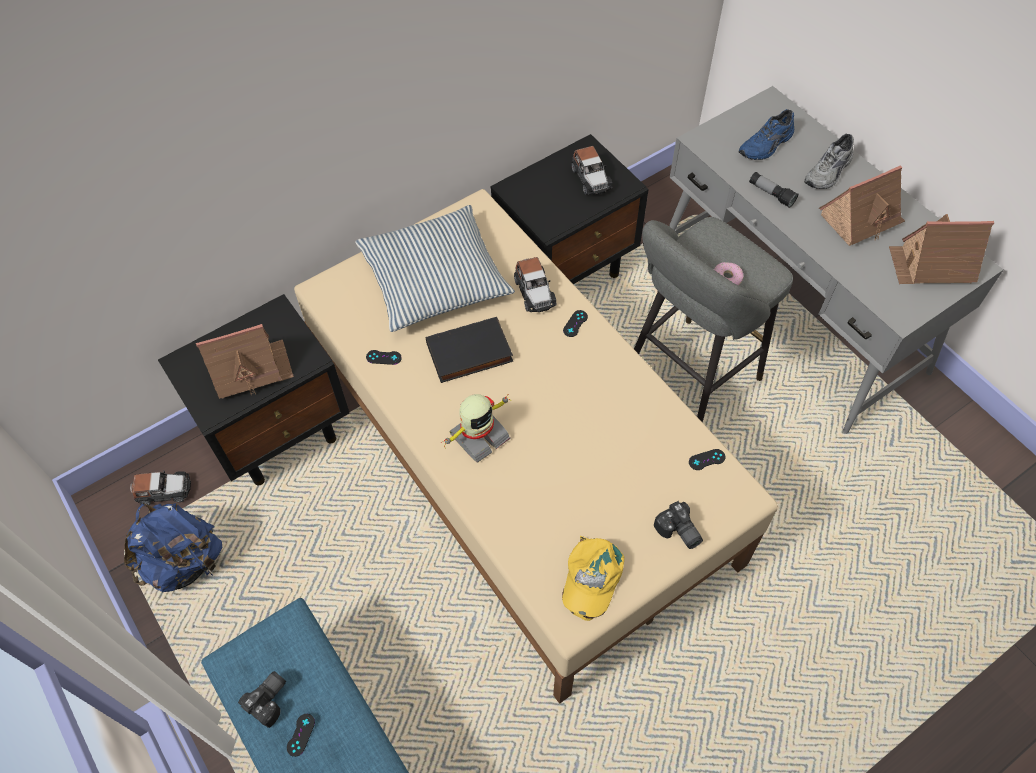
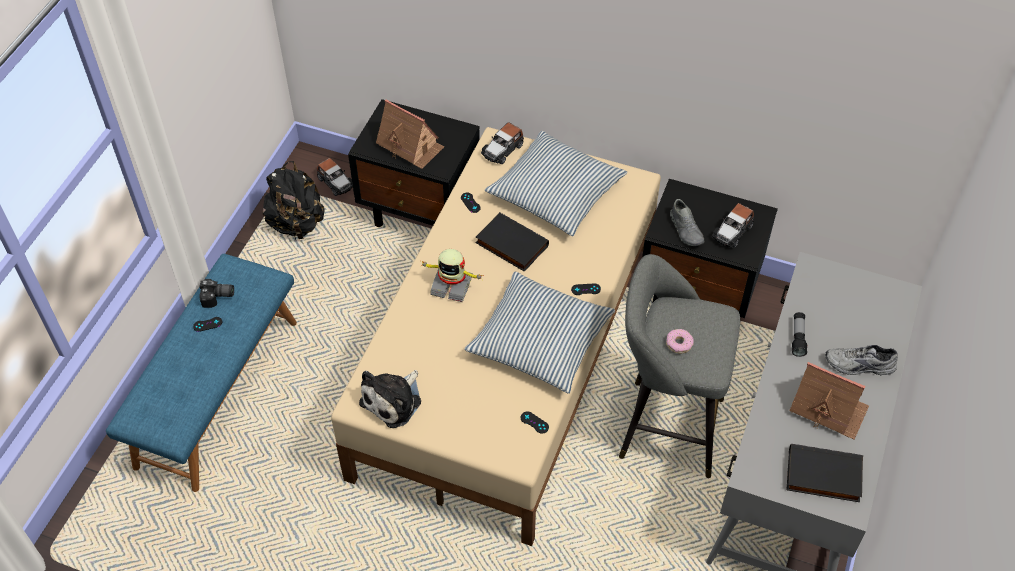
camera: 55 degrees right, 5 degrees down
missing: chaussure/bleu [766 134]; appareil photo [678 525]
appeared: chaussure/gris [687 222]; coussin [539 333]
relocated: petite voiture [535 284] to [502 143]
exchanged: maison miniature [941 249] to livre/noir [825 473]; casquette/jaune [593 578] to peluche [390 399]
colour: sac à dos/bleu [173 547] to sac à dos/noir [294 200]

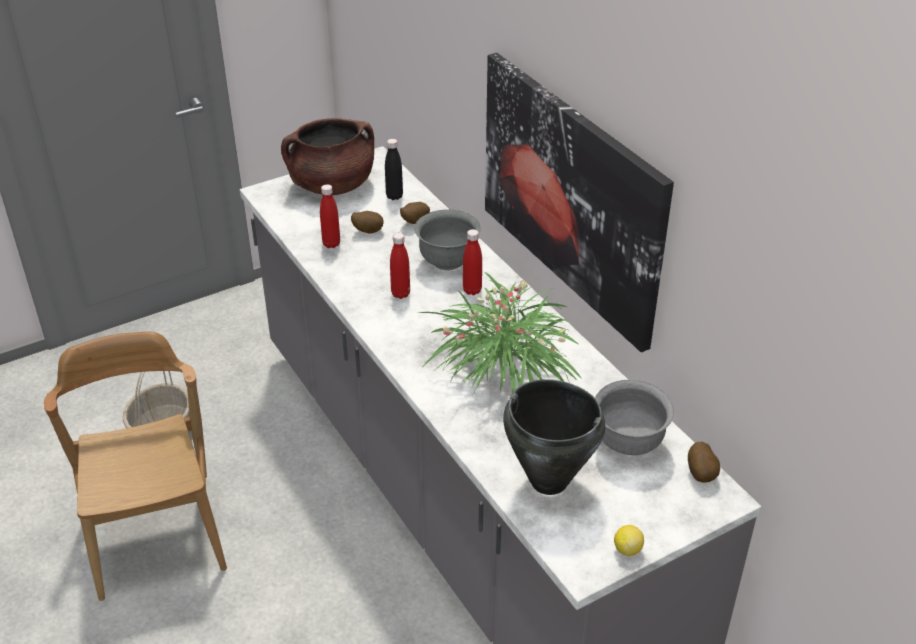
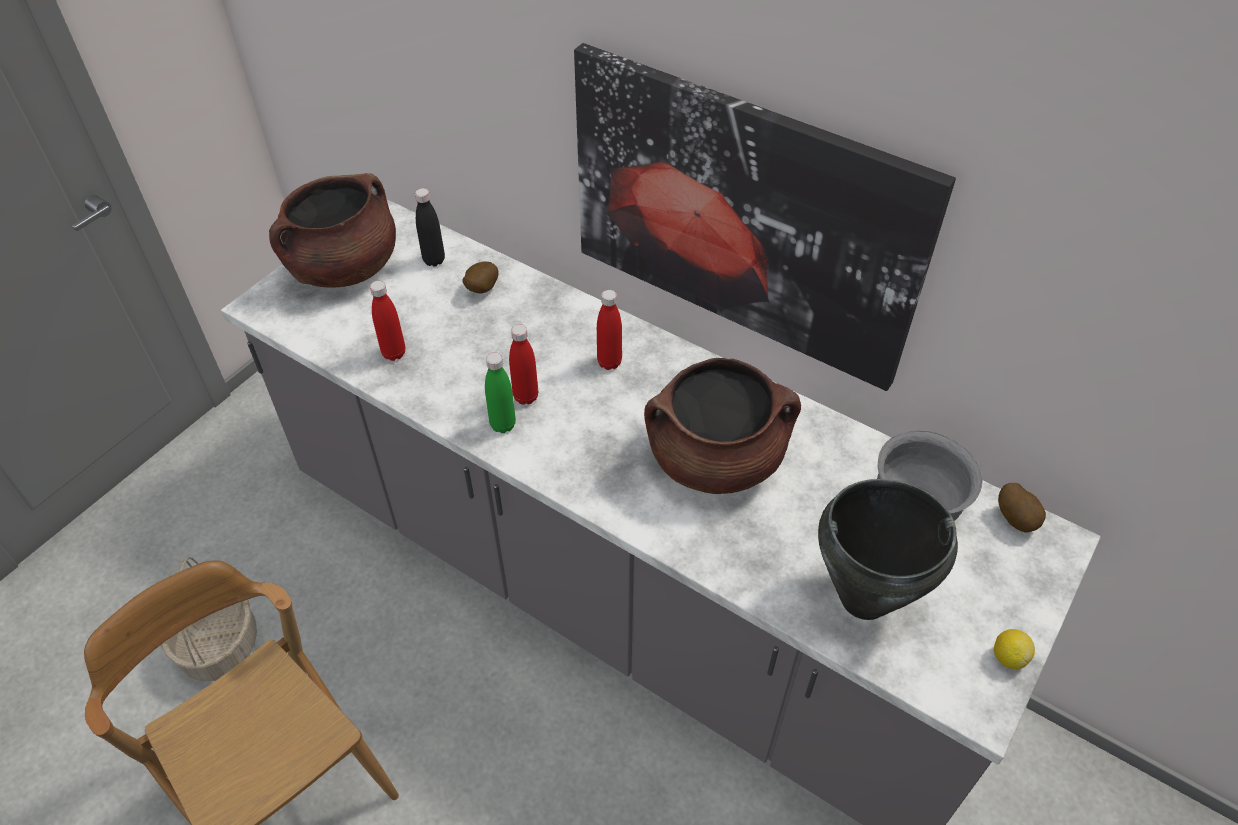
camera: 25 degrees left, 10 degrees up
missing: bol/gris [447 240]; pomme de terre [367 222]
appeared: bouteille/vert [500 392]
exchanged: plante en pot [500 332] to marmite/marron [722 426]

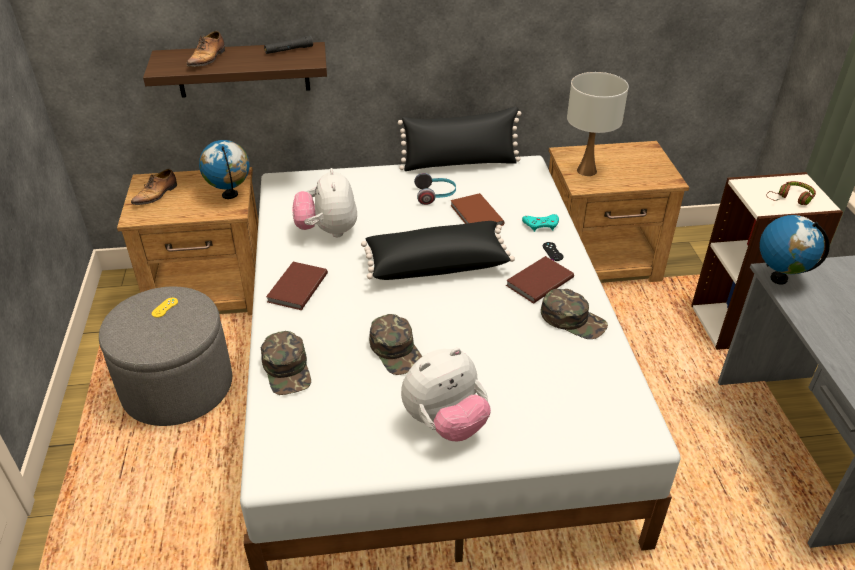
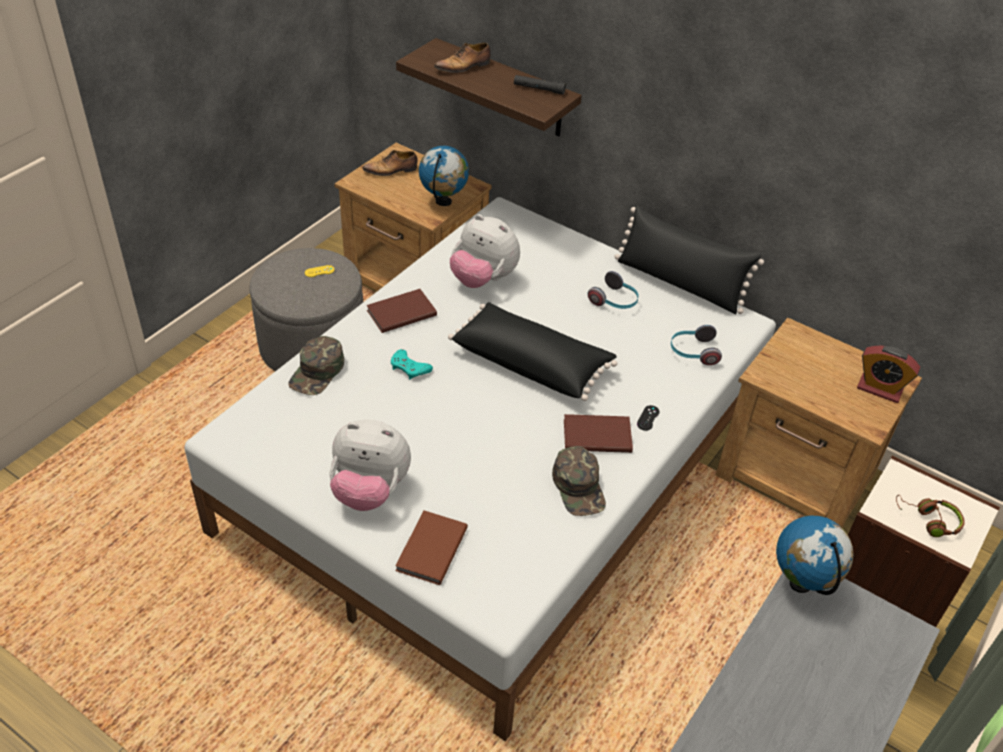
camera: 40 degrees right, 5 degrees up
missing: lampe de table/blanc [598 124]; casquette/vert [395 344]
appeared: casque audio [696 345]; réveil [888 374]
relocated: livre/marron [477 209] to [431 547]; manette/turquoise [540 223] to [412 364]
spun: peluche [324 202] = [485 251] 90 degrees counterclockwise

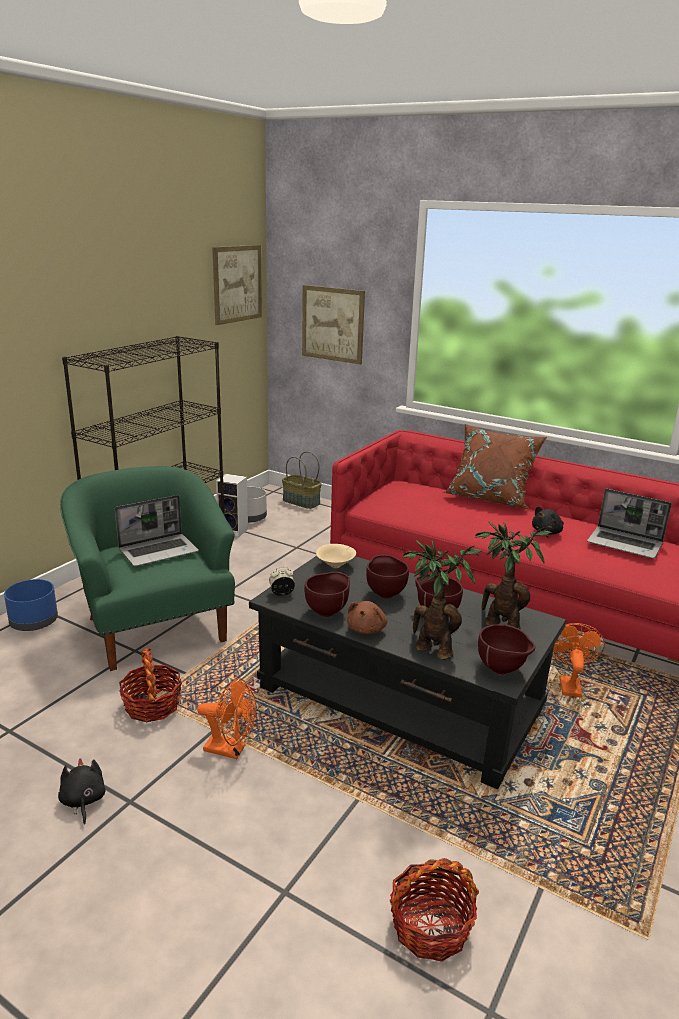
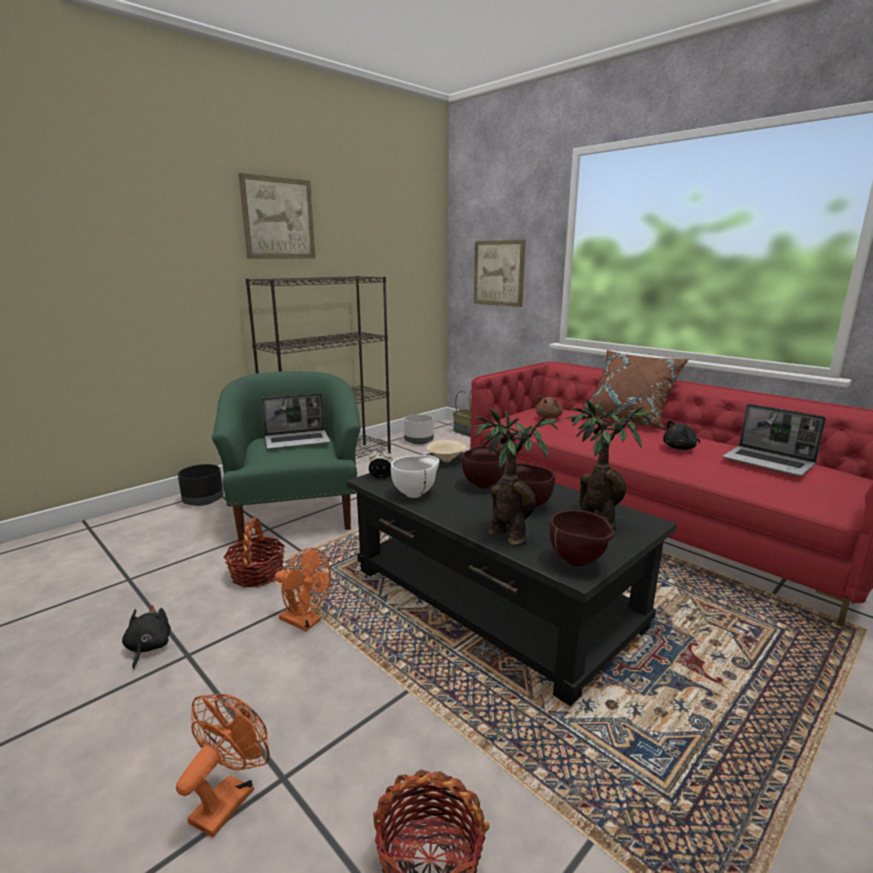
camera: 15 degrees right, 5 degrees down
missing: enceinte [232 505]
relocated: tableau [237 285] to [276 215]; peluche/marron [367 617] to [549 407]; ventilateur/orange [578 660] to [223 765]
colour: bol/marron [327 594] to bol/blanc [415 476]; cache-pot/bleu [31 605] to cache-pot/noir [201 485]

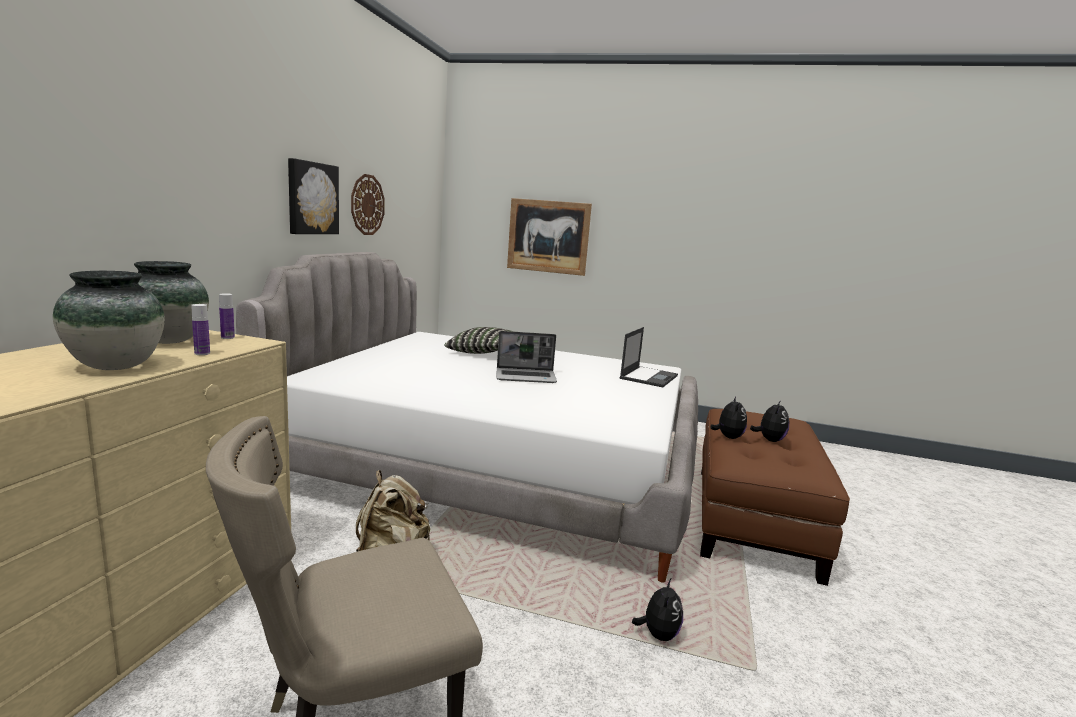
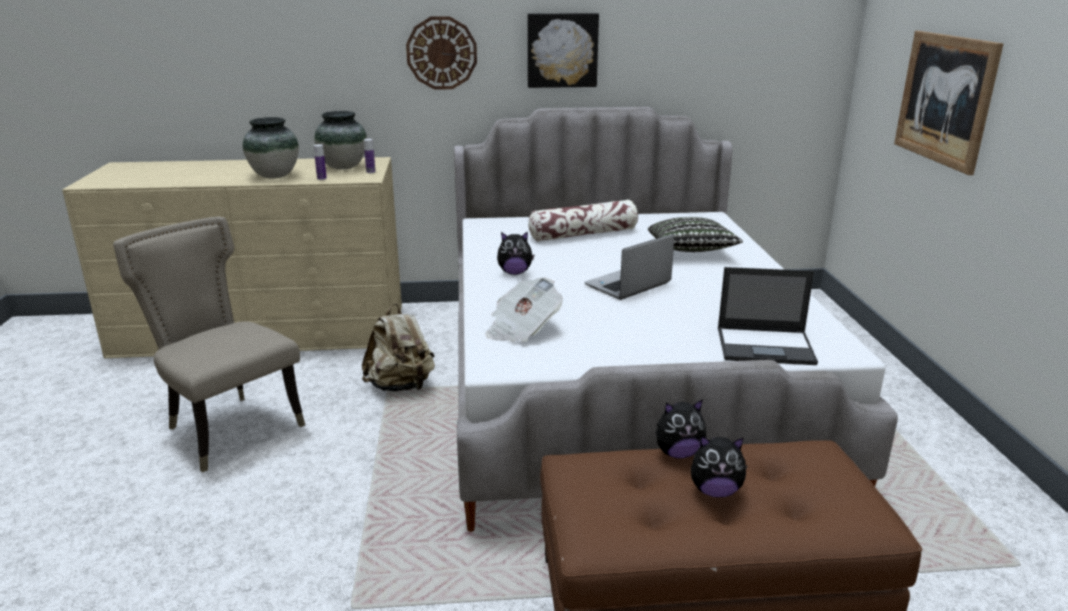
camera: 70 degrees right, 10 degrees up
appeared: coussin [583 220]; journal [524 310]
relocated: horloge murale [368 204] to [441 53]; peluche [657 610] to [516 253]
spun: ordinateur portable [527 357] = [629 267] 75 degrees clockwise

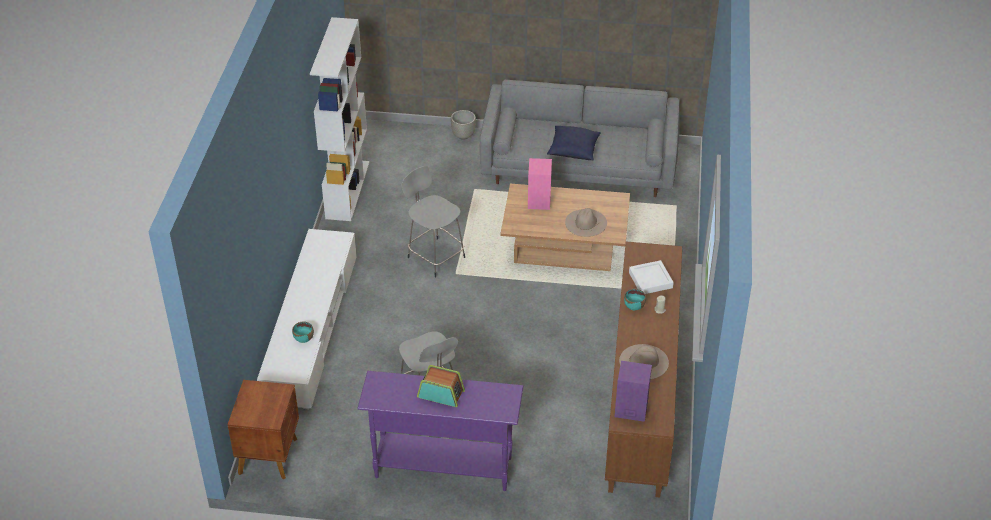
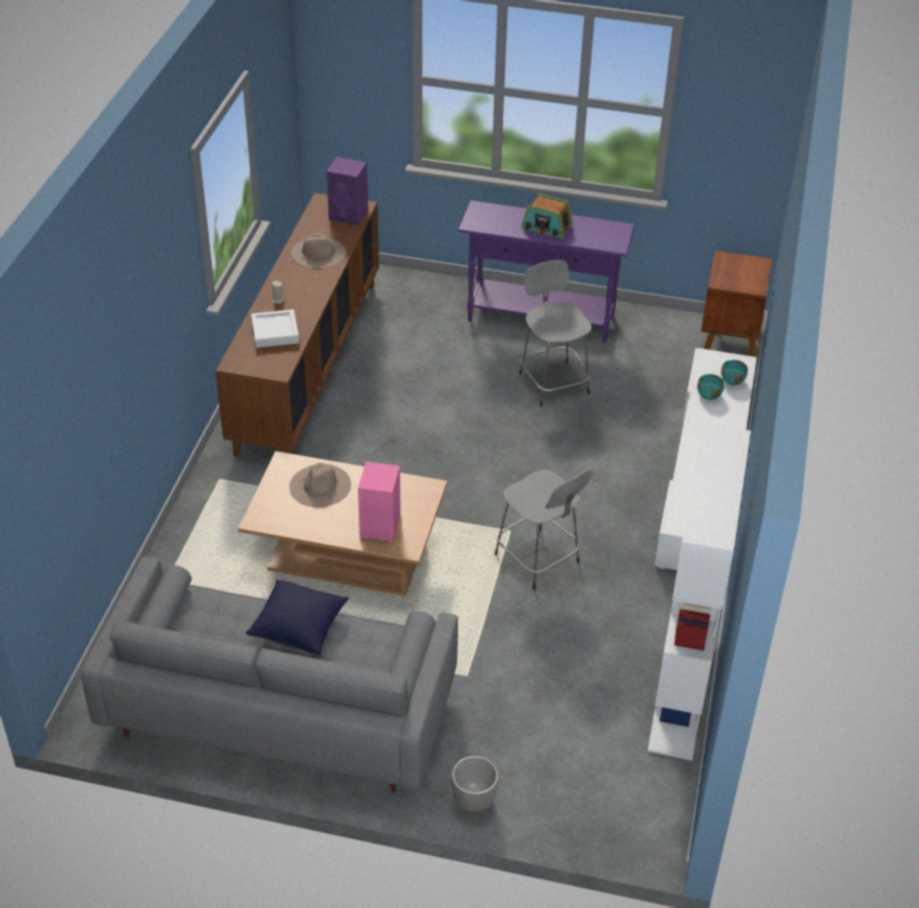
camera: 175 degrees left, 0 degrees up
relocated: bol/turquoise [635 299] to [734 373]

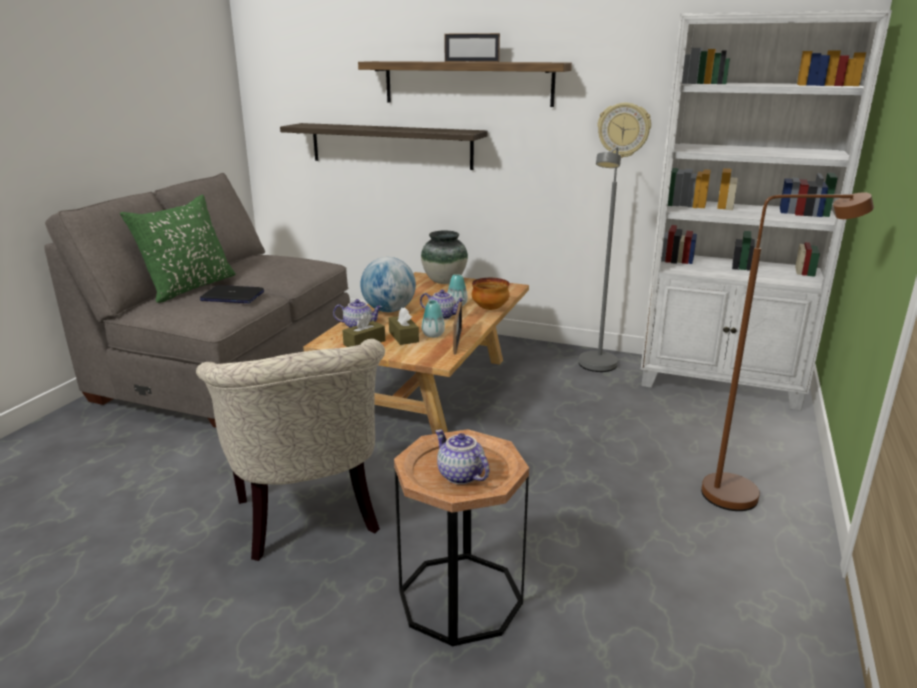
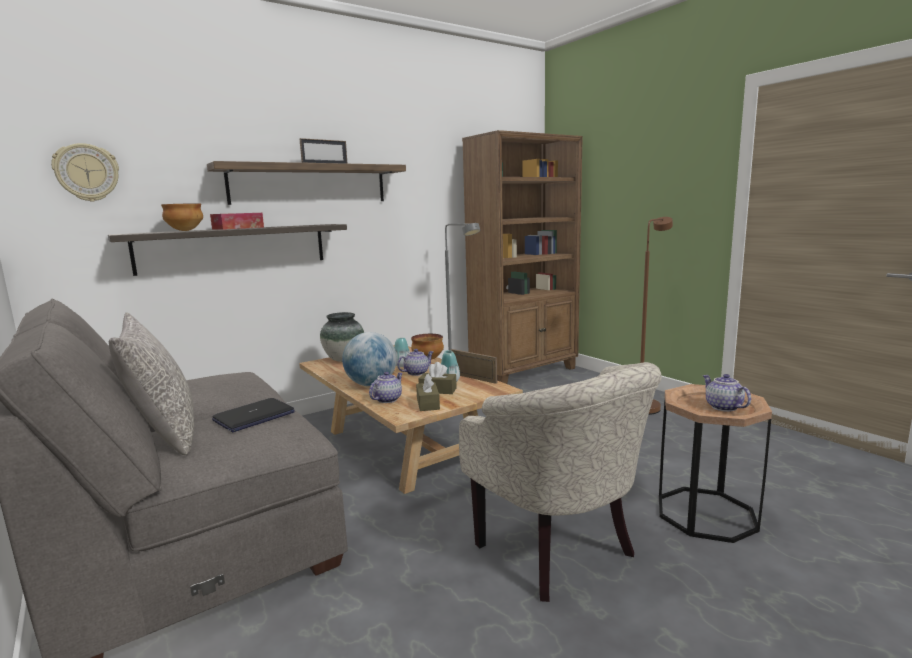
camera: 55 degrees left, 10 degrees down
appeared: bol [182 217]; boîte à mouchoirs [237 221]
relocated: horloge murale [624 130] to [85 172]
colour: bibliothèque/blanc [766 210] to bibliothèque/marron [522 257]; coussin/vert [178 249] to coussin/gris [151 383]
spun: fauteuil/beige [290 450] = [560 482] 45 degrees clockwise; théière [462 456] = [727 393] 75 degrees clockwise

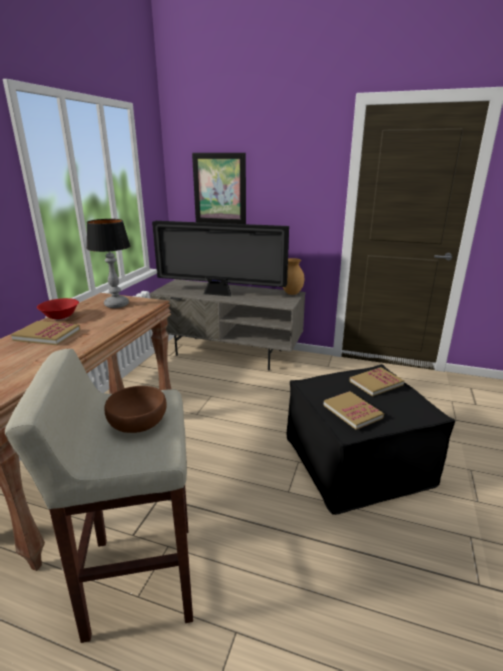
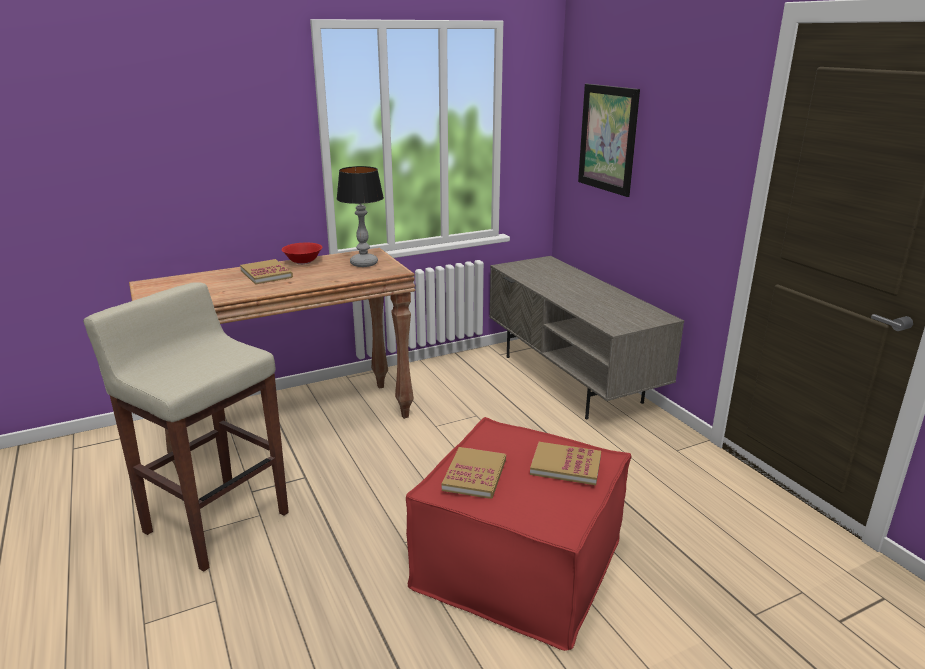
camera: 45 degrees right, 0 degrees up
missing: téléviseur [220 258]; vase/marron [293 276]; bol/marron [136 409]
colour: pouf/noir [371 439] to pouf/rouge [518 534]

